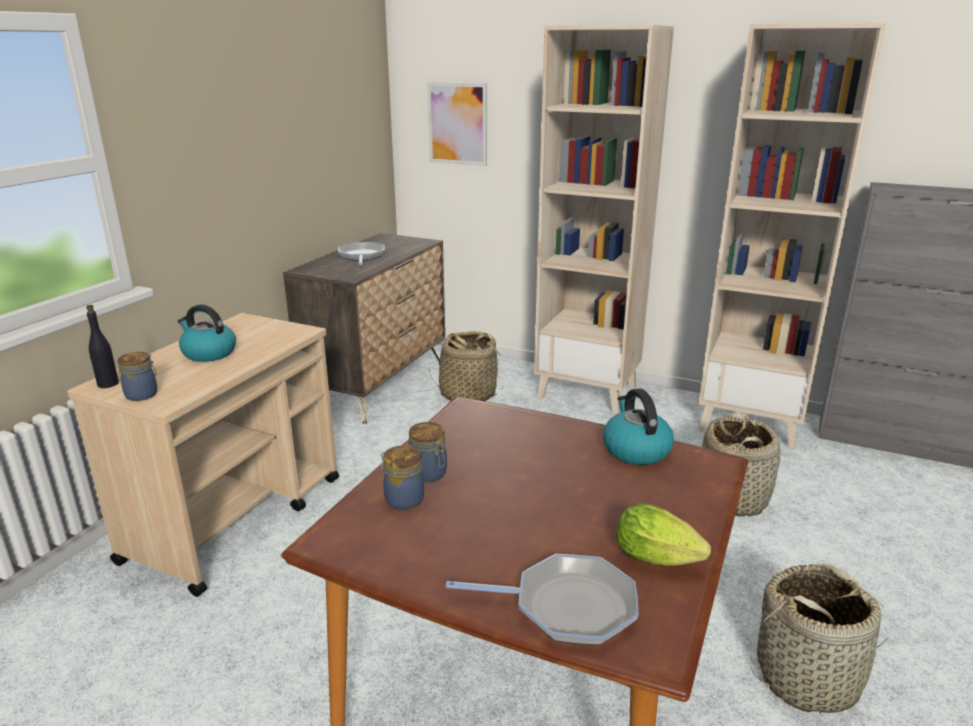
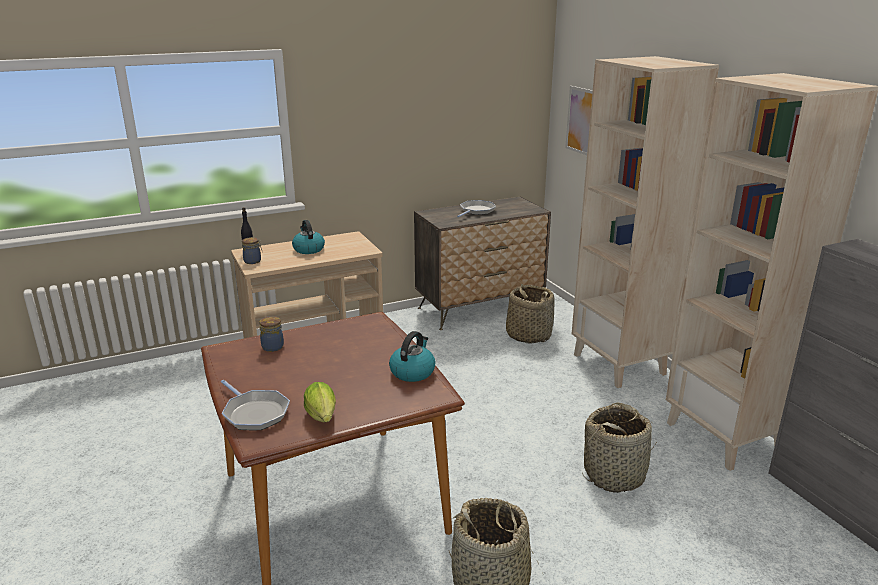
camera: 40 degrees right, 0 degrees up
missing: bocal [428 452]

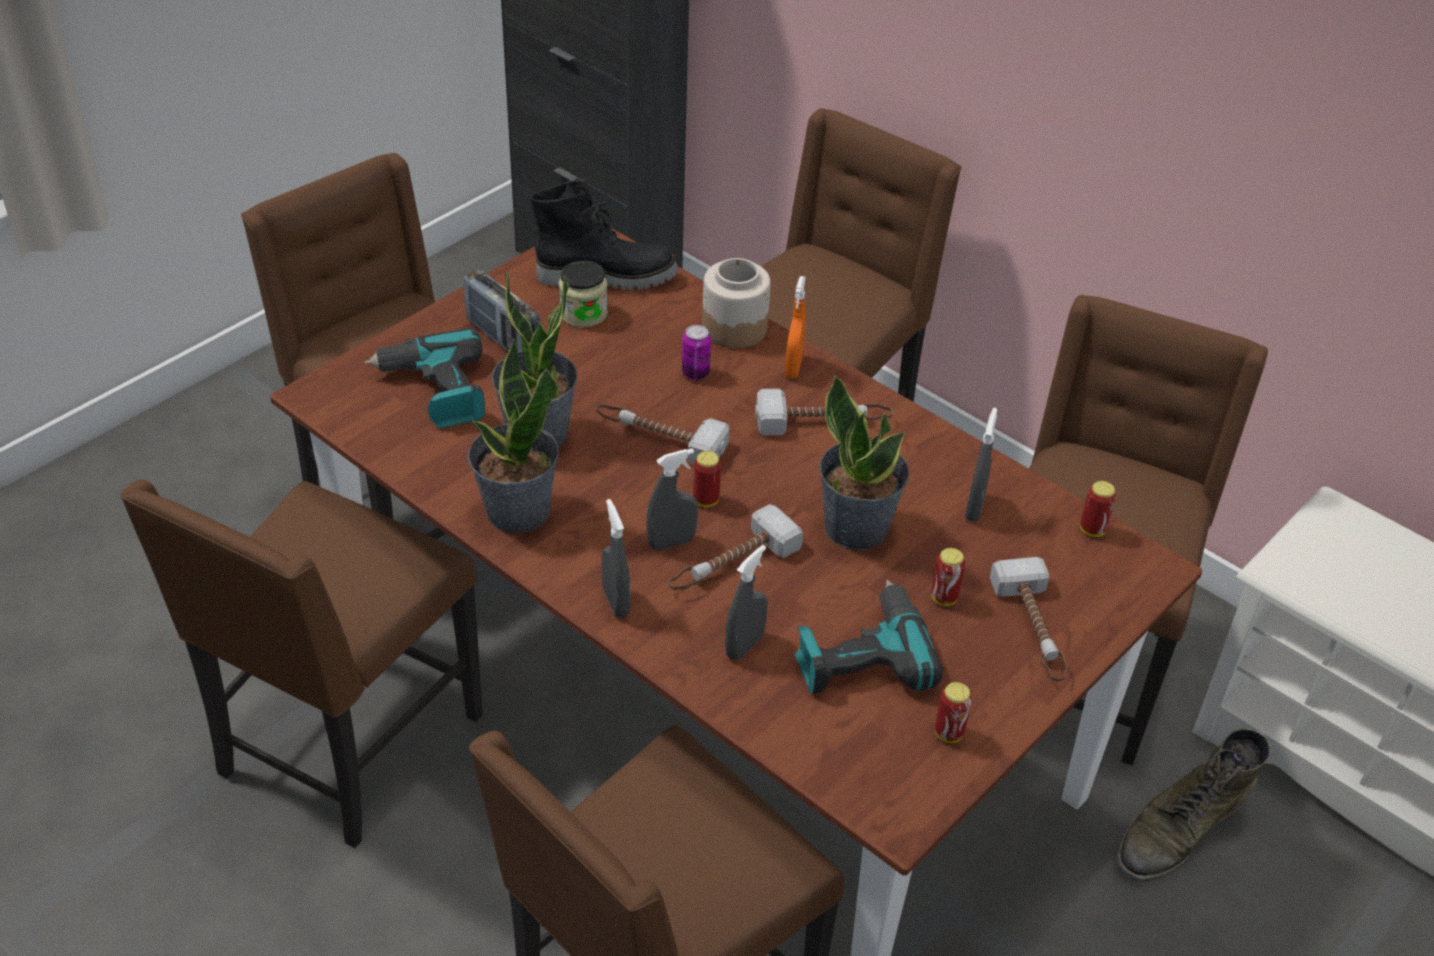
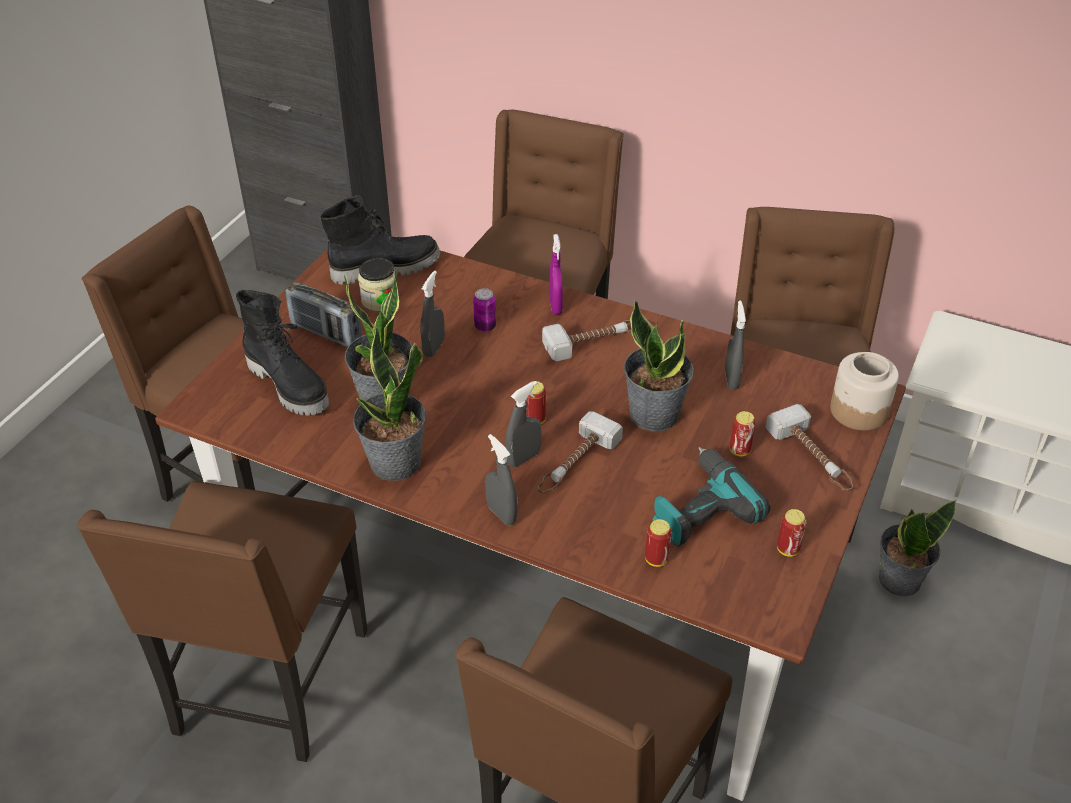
camera: 15 degrees left, 0 degrees up
missing: marteau [662 434]
relocated: bocal [736 303] to [864 391]; boîte métallique [1098 509] to [658 543]; vaporisateur/gris [746 602] to [432 313]
exchanged: perceuse [424 378] to botte/noir [282 353]; botte/vert [1193 805] to plante en pot [918 548]
colour: vaporisateur/orange [795 327] to vaporisateur/violet [556 274]

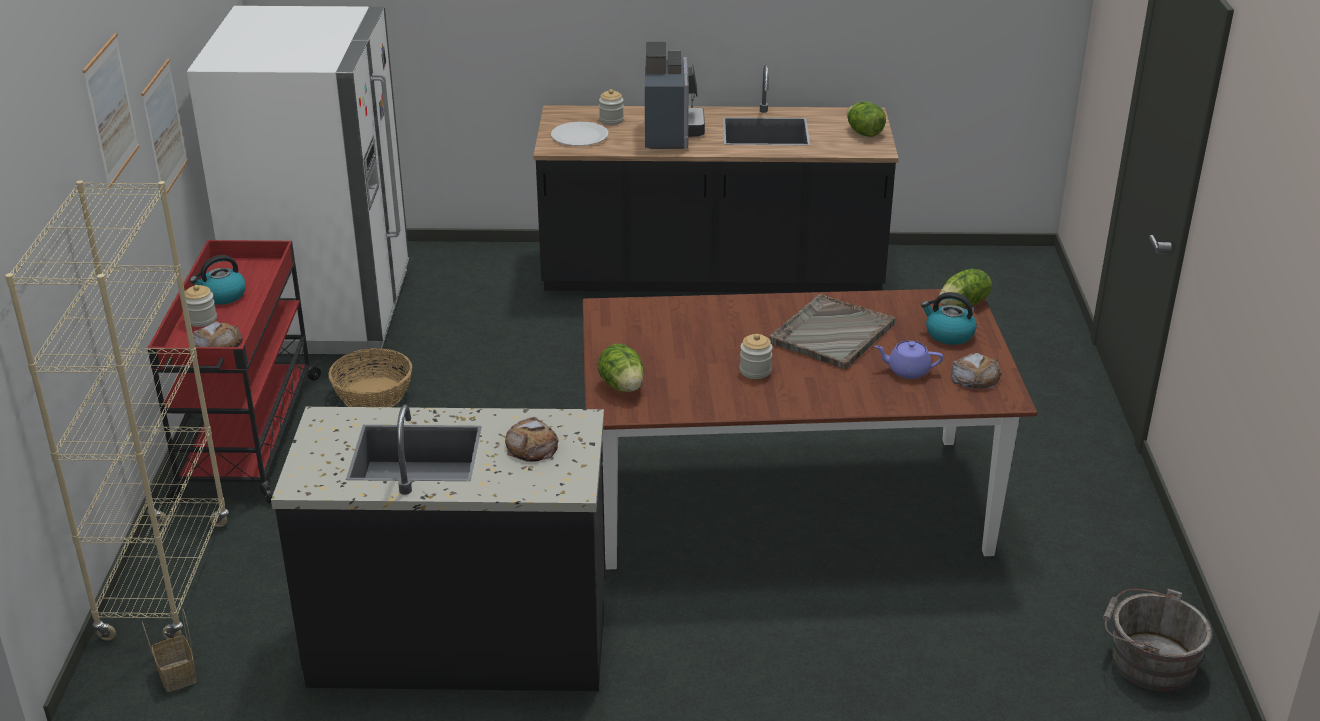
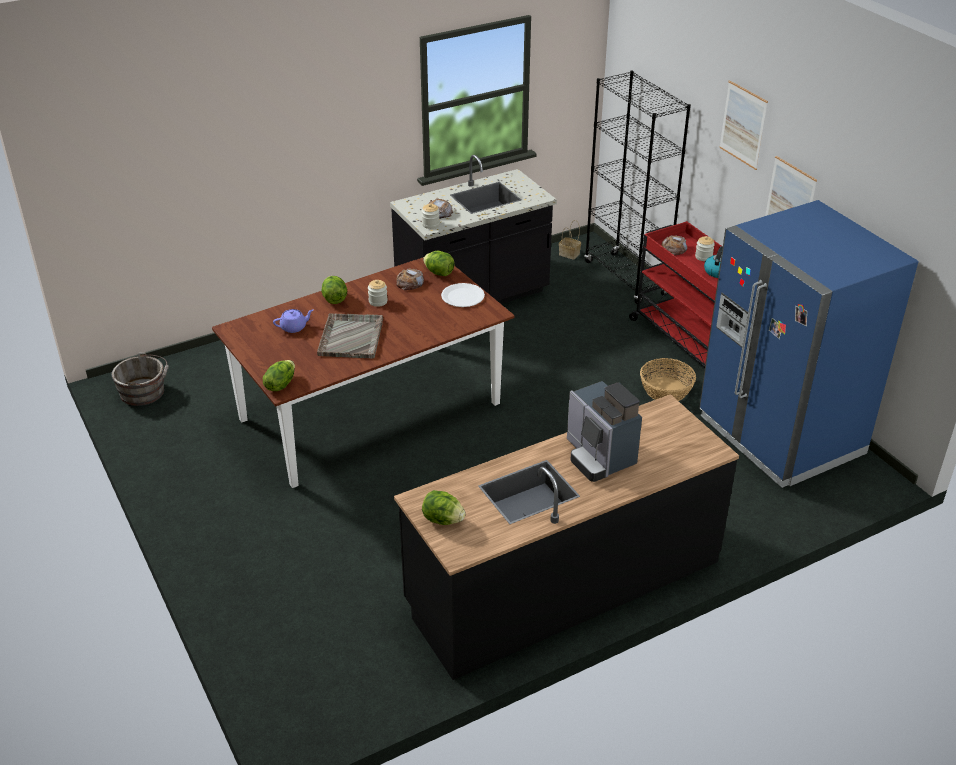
camera: 150 degrees right, 5 degrees up
missing: bouilloire [949 318]
appeared: laitue [334 290]
relocated: bocal [611 107] to [431 216]; assiette/blanc [580 134] to [463 295]; pain [976 371] to [410 279]
colour: réfrigérateur/blanc [298 180] to réfrigérateur/bleu [809 344]; bibliothèque/beige [117 410] to bibliothèque/noir [637 187]

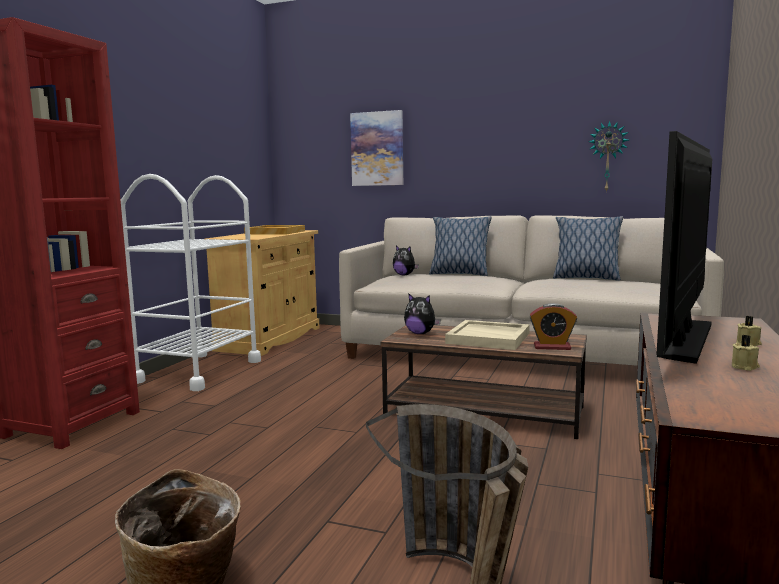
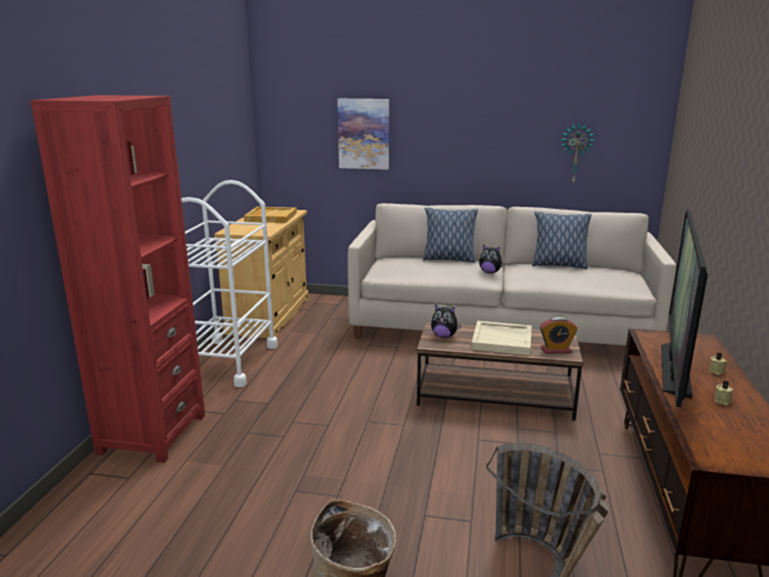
camera: 10 degrees left, 10 degrees up
relocated: peluche [406 261] to [492 259]

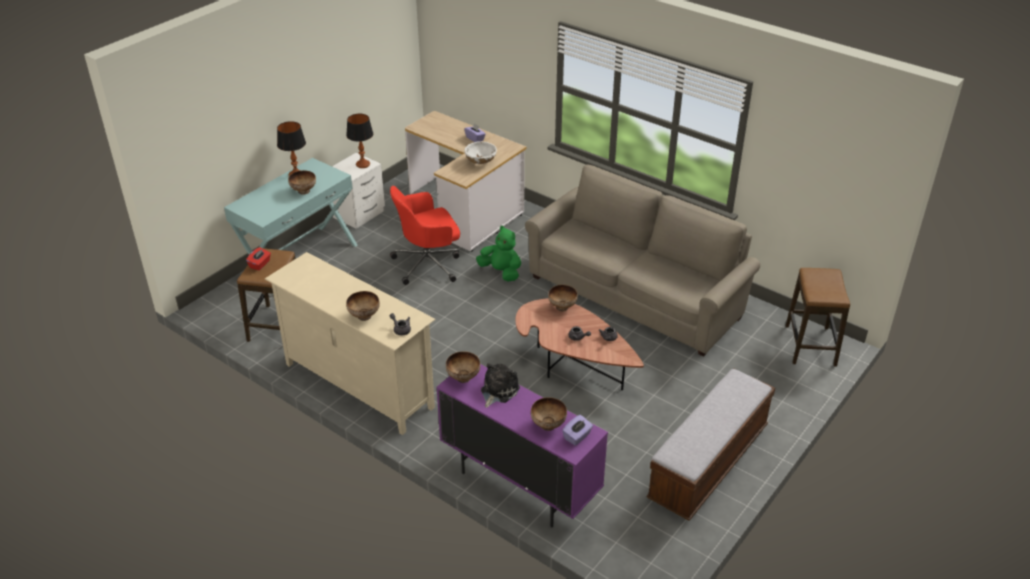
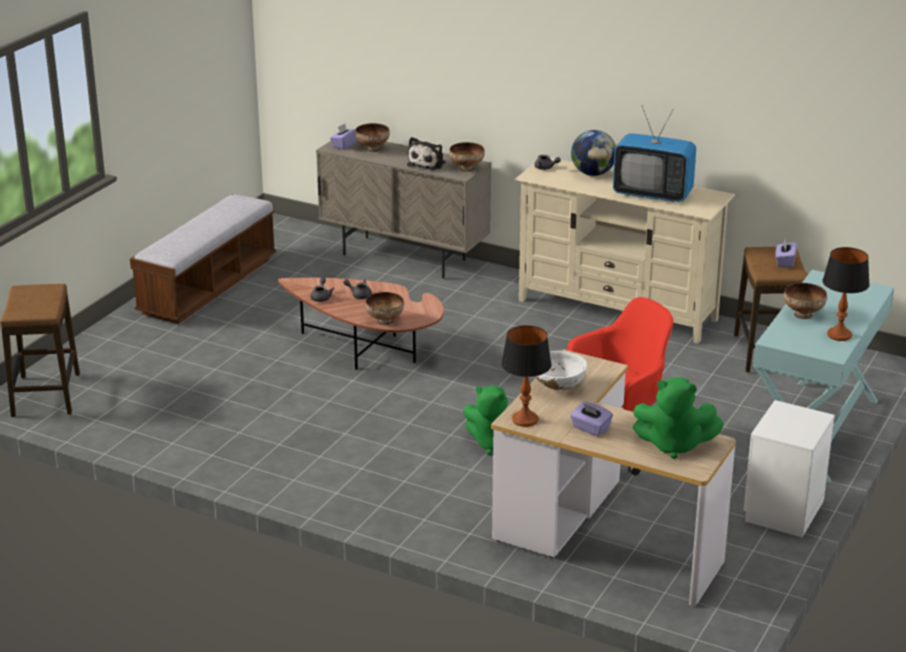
camera: 170 degrees right, 10 degrees down
missing: canapé/beige [642 261]
appeared: téléviseur [654 153]; peluche/vert [678 418]
relocated: lampe de table [359 141] to [526 376]
exchanged: bol [363 306] to globe [593 153]
colour: boîte à mouchoirs/rouge [258 258] to boîte à mouchoirs/violet [786 253]; meuble de rangement/violet [522 446] to meuble de rangement/beige [403 209]

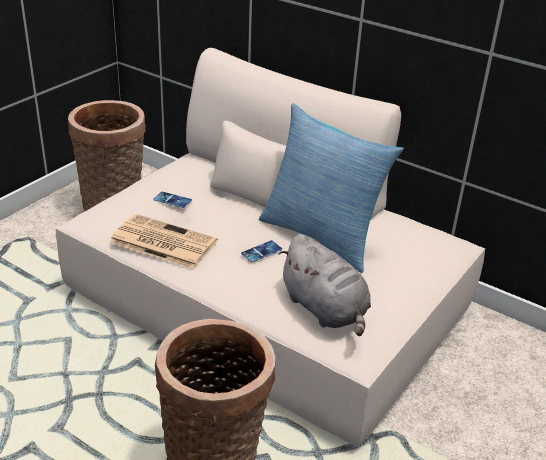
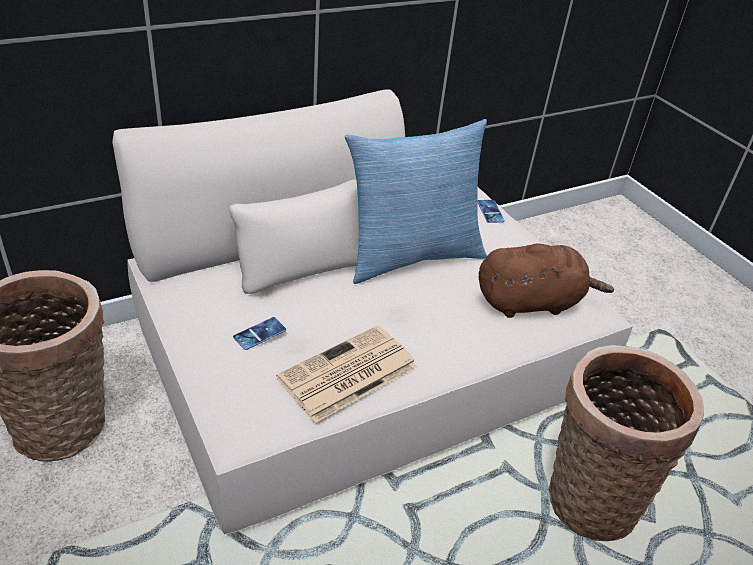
camera: 65 degrees left, 5 degrees up
relocated: téléphone [261 251] to [491 211]
colour: peluche/gris [324 285] to peluche/marron [546 280]

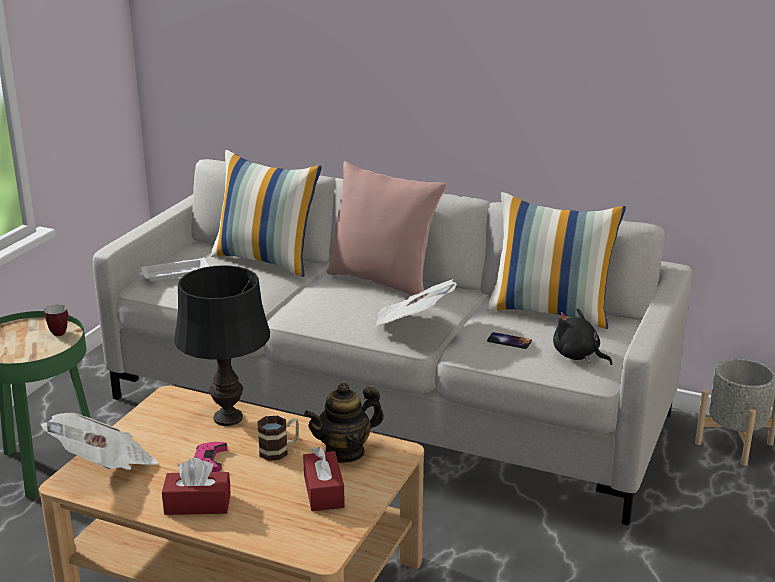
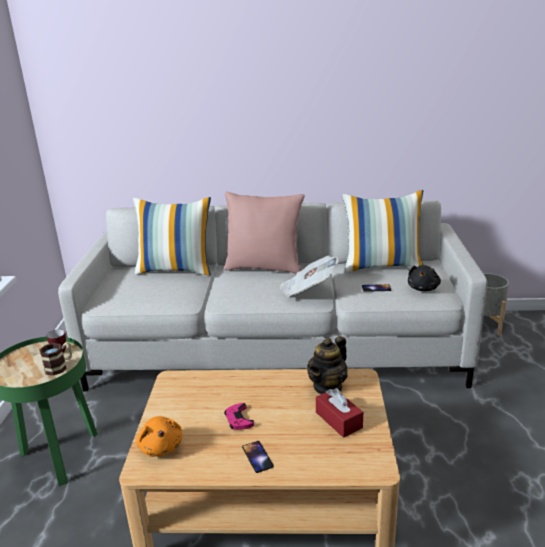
camera: 20 degrees left, 0 degrees up
missing: plateau/blanc [174 269]; lampe de table/noir [222 345]
relocated: mug [278 438] to [56 359]
exchanged: journal [100 441] to peluche/orange [159 436]; boîte à mouchoirs/rouge [196 486] to téléphone [258 457]
spun: peluche/noir [582 336] = [424 278] 90 degrees counterclockwise

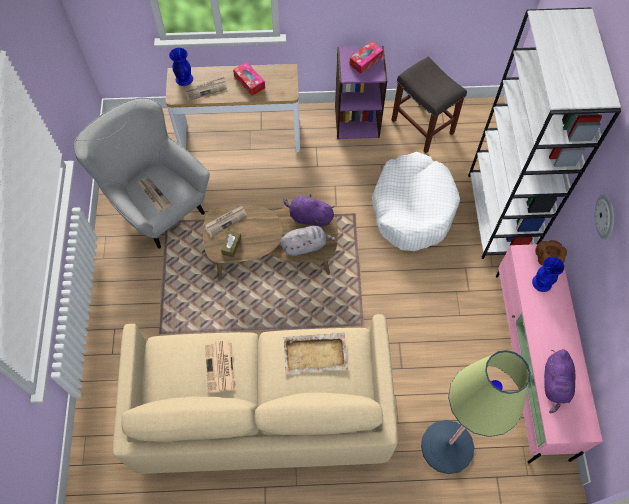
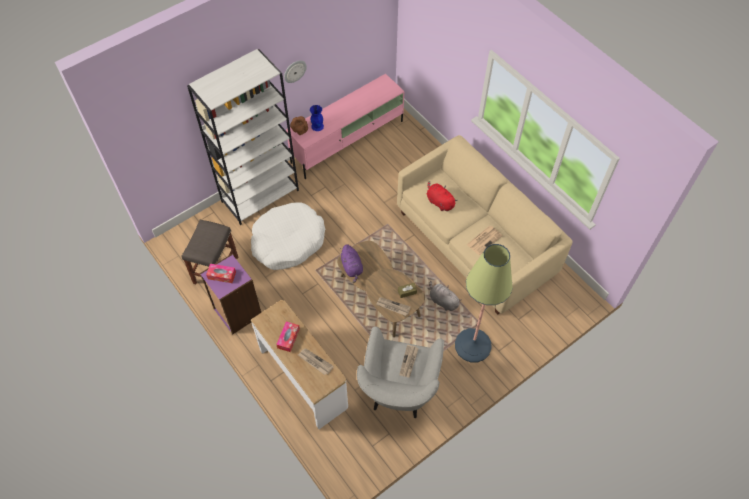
camera: 125 degrees left, 5 degrees down
missing: vase/bleu [181 67]; peluche/violet [559 381]
relocated: peluche/gris [308 241] to [445 296]; lampadaire [476 412] to [484 303]
exchanged: plateau/beige [315 354] to peluche/rouge [442 196]

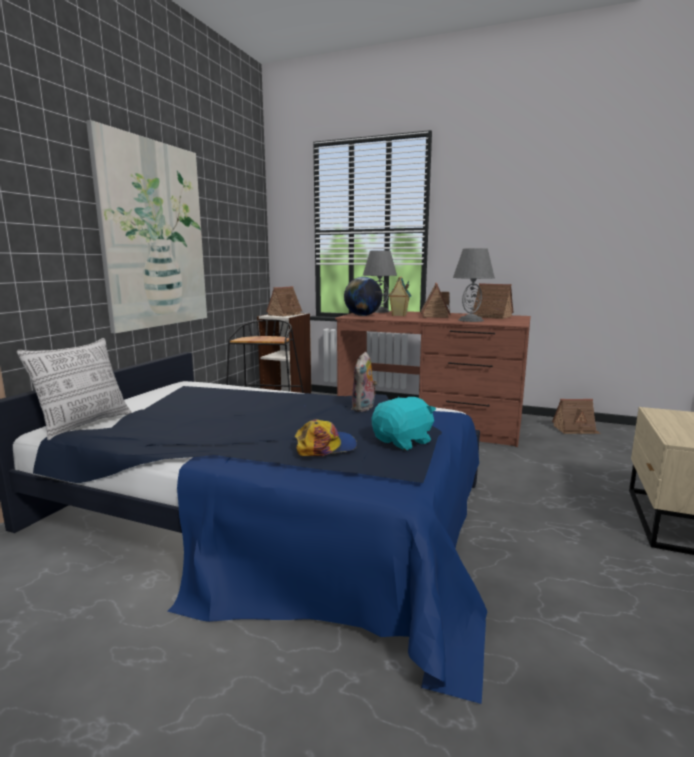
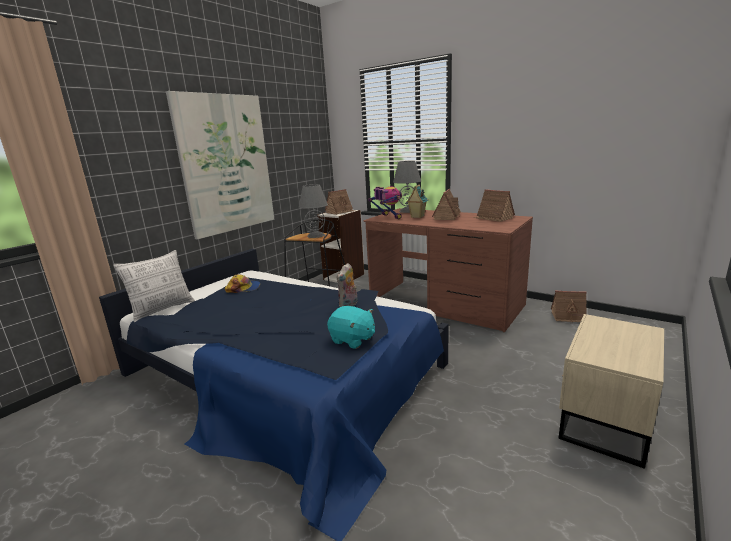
camera: 15 degrees right, 5 degrees up
relocated: lampe de table/gris [474 285] to [313 211]; casquette [326 437] to [242 283]
exchanged: globe [363 296] to robot jouet [385 202]
spun: peluche/turquoise [404 423] = [351 327] 60 degrees clockwise

